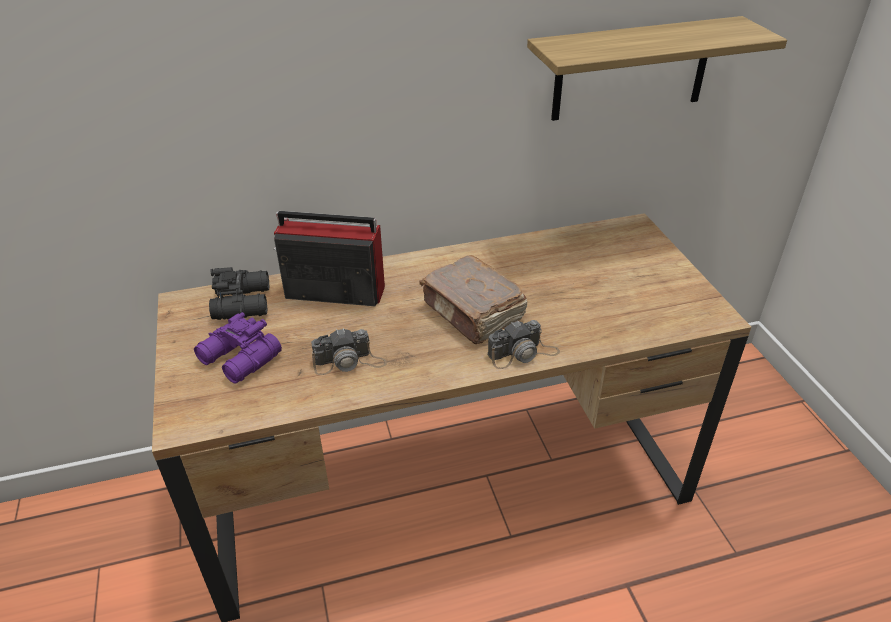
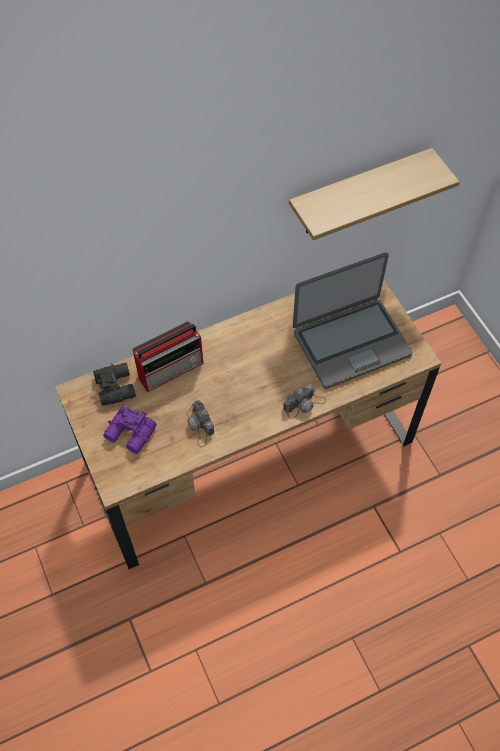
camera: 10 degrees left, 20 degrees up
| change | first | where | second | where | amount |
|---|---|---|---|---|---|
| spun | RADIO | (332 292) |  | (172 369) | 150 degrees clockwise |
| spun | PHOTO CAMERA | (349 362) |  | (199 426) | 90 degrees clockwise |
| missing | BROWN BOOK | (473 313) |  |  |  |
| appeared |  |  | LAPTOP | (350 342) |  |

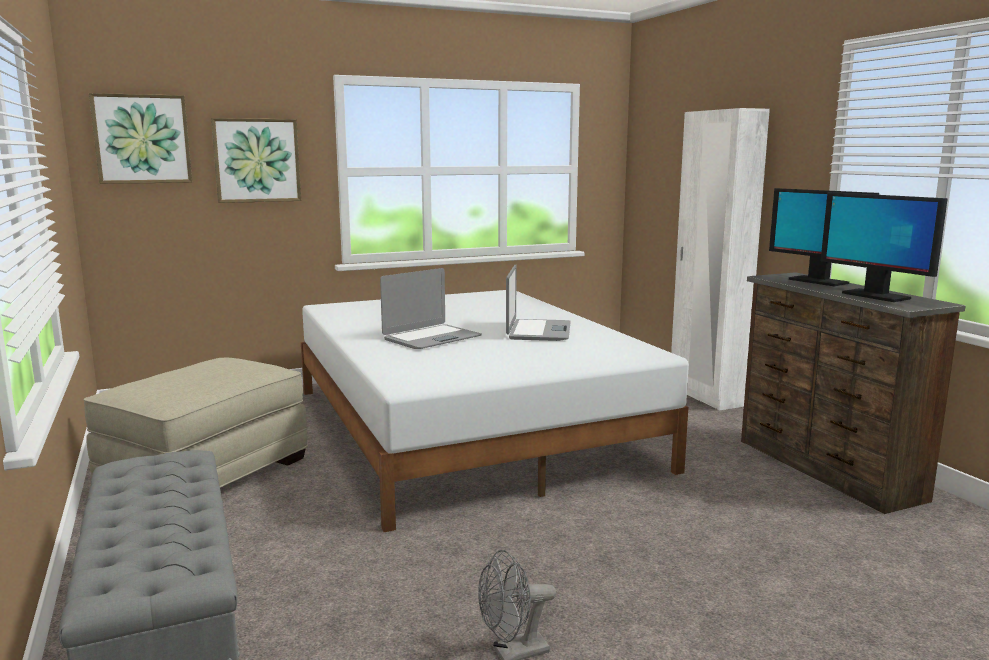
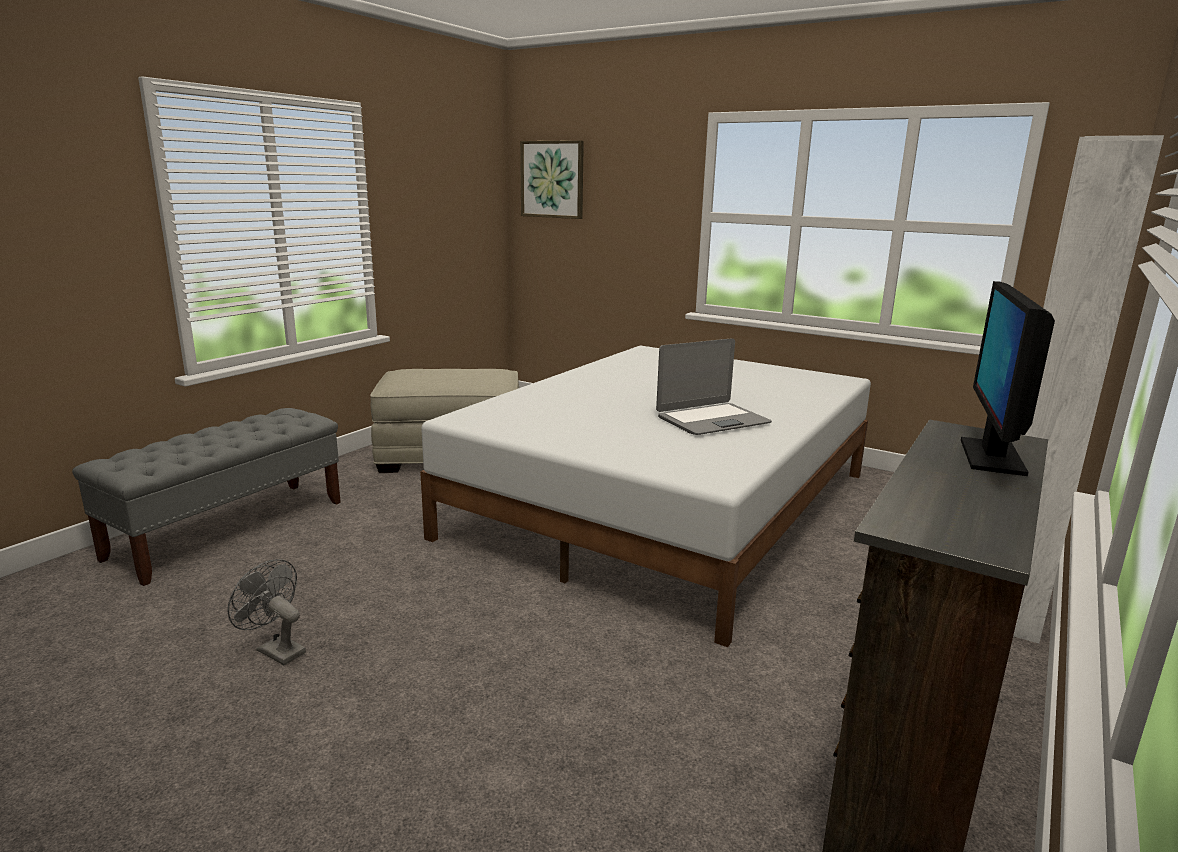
camera: 55 degrees right, 5 degrees up
| change | first | where | second | where | amount |
|---|---|---|---|---|---|
| missing | PICTURE | (257 160) |  |  |  |
| missing | LAPTOP | (431 338) |  |  |  |
| missing | MONITOR | (875 296) |  |  |  |

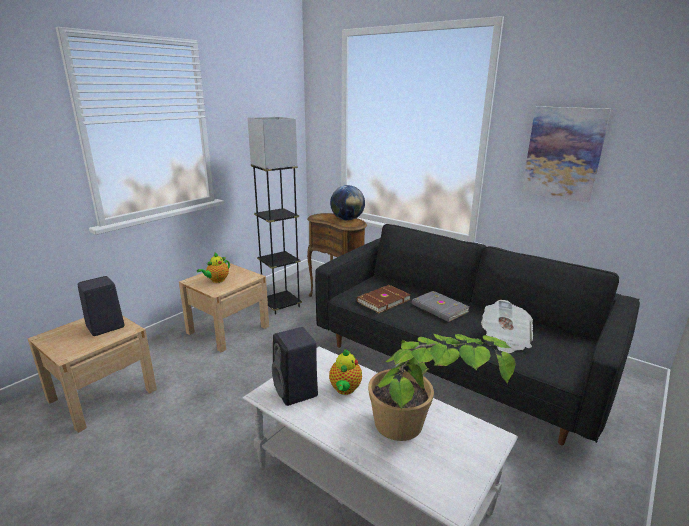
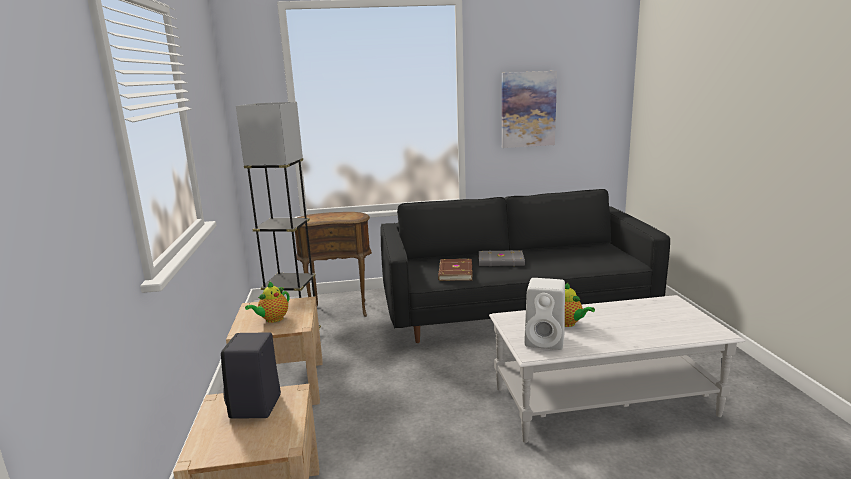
camera: 45 degrees left, 5 degrees down
| change | first | where | second | where | amount |
|---|---|---|---|---|---|
| spun | TEAPOT | (217 280) |  | (272 319) | 45 degrees clockwise |
| colour | BLACK SPEAKER | (296 392) | WHITE SPEAKER | (546 341) |  |
| missing | GLOBE | (347 219) |  |  |  |
| missing | POTTED PLANT | (422 434) |  |  |  |
| missing | NEWSPAPER | (505 339) |  |  |  |

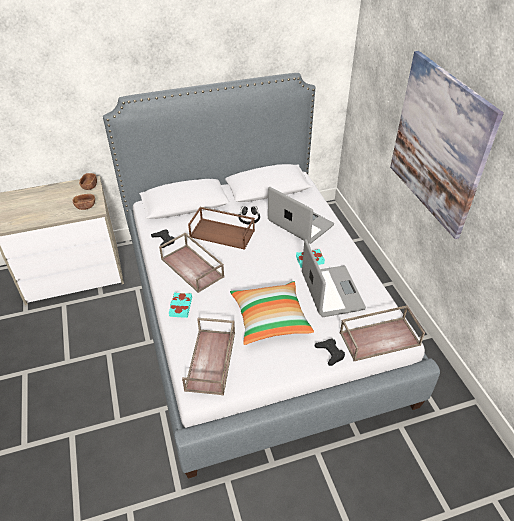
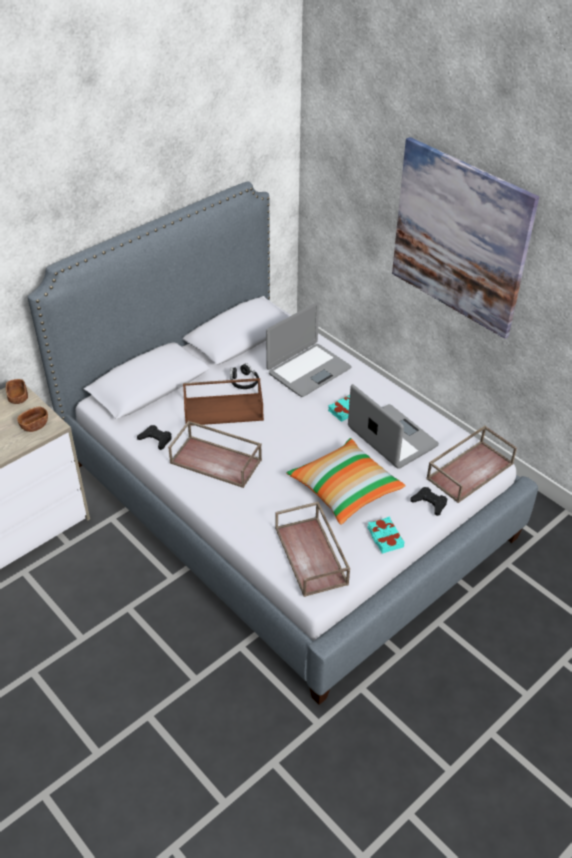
camera: 25 degrees left, 0 degrees up
| change | first | where | second | where | amount |
|---|---|---|---|---|---|
| relocated | TURQUOISE BOOK | (180 307) |  | (384 537) |  |
| spun | LAPTOP | (300 224) |  | (308 370) | 120 degrees clockwise |

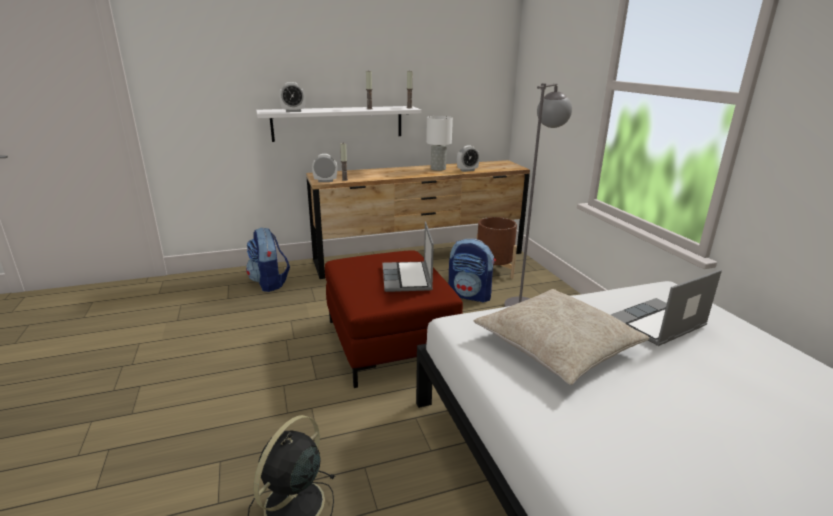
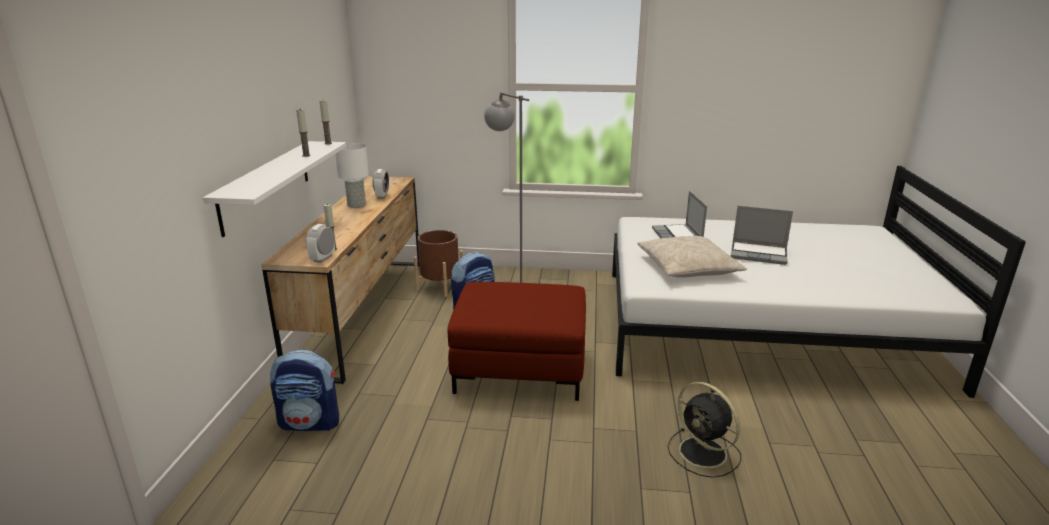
camera: 65 degrees left, 0 degrees up
| change | first | where | second | where | amount |
|---|---|---|---|---|---|
| missing | ALARM CLOCK | (293 111) |  |  |  |
| relocated | LAPTOP | (407 278) |  | (759 254) |  |

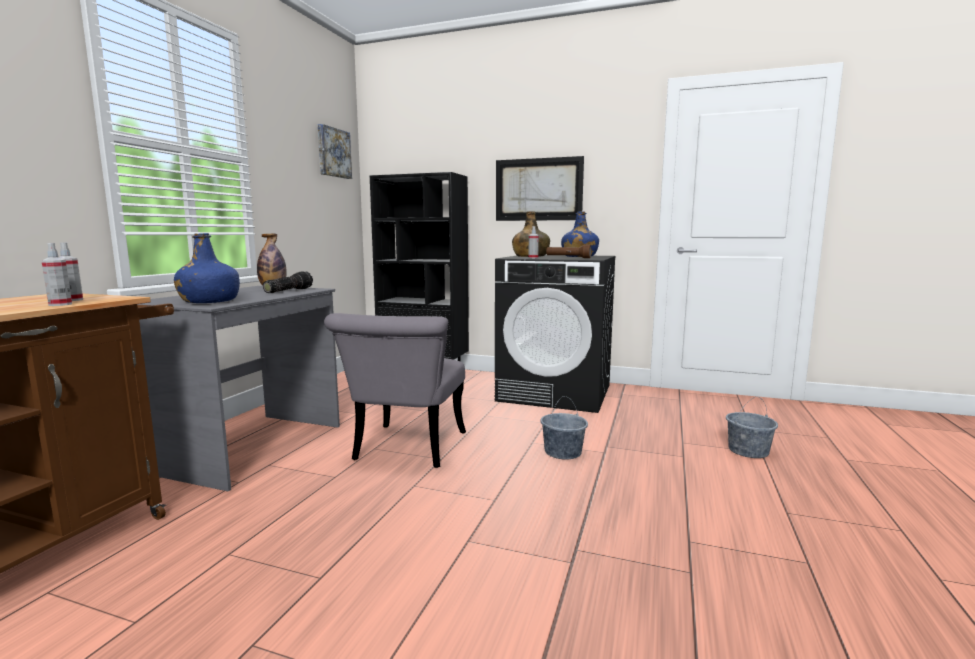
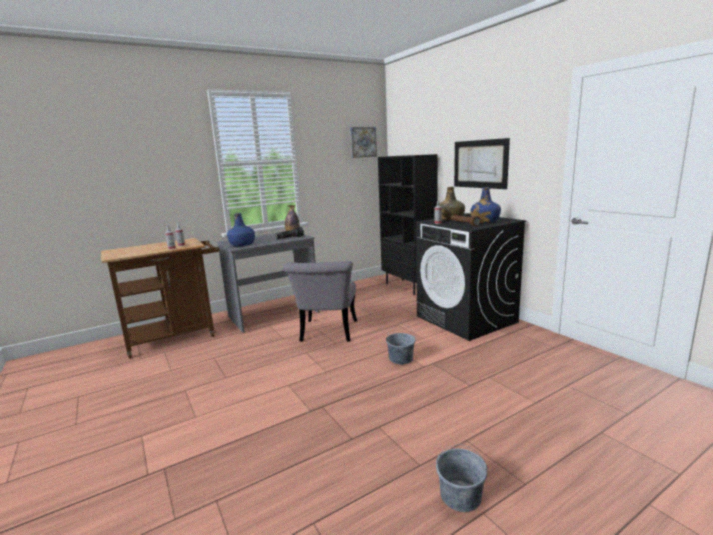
camera: 40 degrees right, 5 degrees up
| change | first | where | second | where | amount |
|---|---|---|---|---|---|
| spun | GREY CHAIR | (406 451) |  | (327 334) | 45 degrees counterclockwise |
| relocated | GREY BUCKET | (748 451) |  | (461 496) |  |

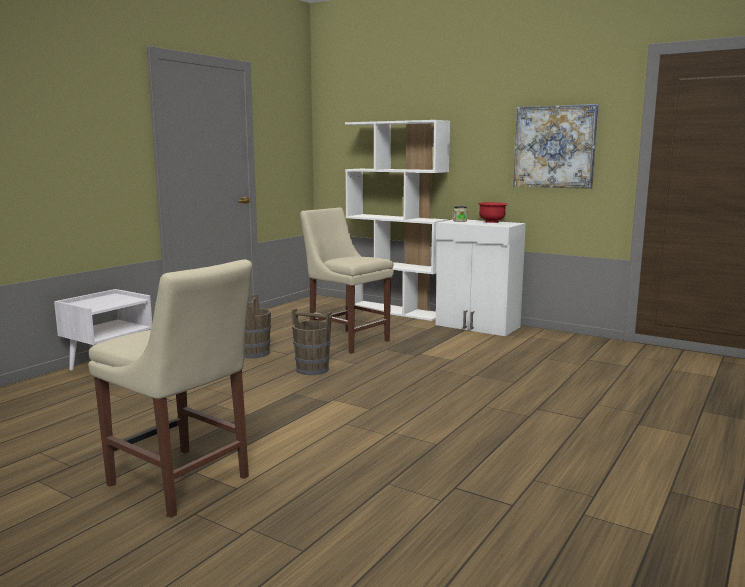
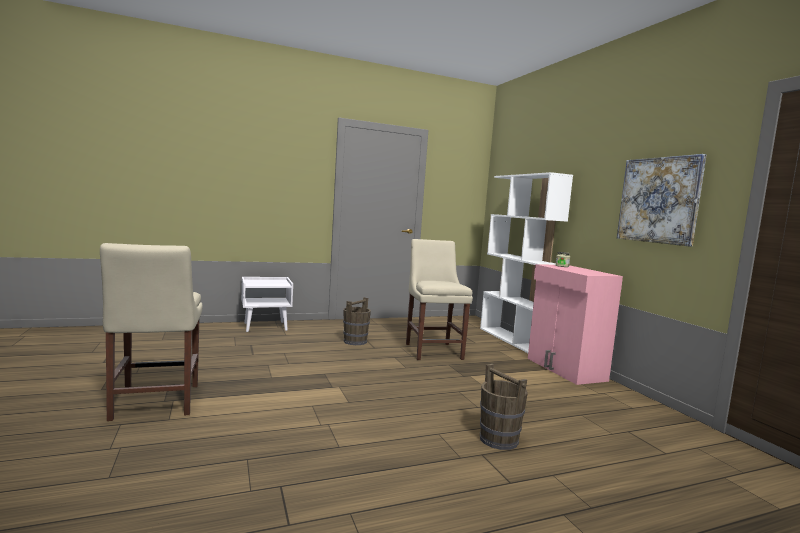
camera: 35 degrees right, 5 degrees down
| change | first | where | second | where | amount |
|---|---|---|---|---|---|
| relocated | BROWN BUCKET | (312 369) |  | (499 440) |  |
| colour | WHITE CABINET | (477 326) | PINK CABINET | (565 369) |  |
| missing | RED BOWL | (492 222) |  |  |  |

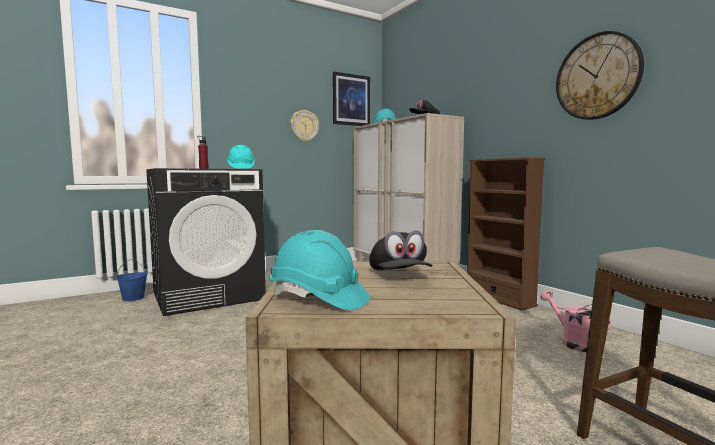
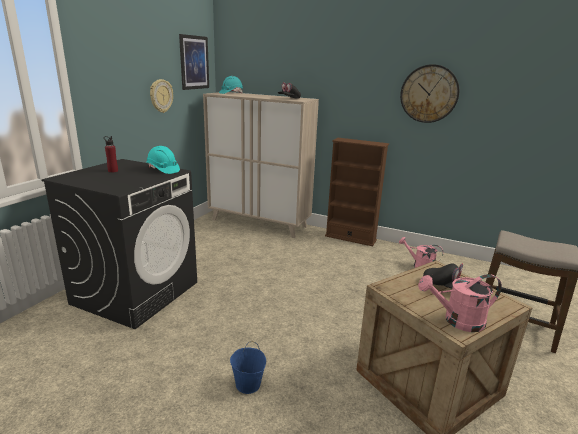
camera: 35 degrees left, 15 degrees up
| change | first | where | second | where | amount |
|---|---|---|---|---|---|
| relocated | BLUE BUCKET | (133 298) |  | (248 384) |  |
| exchanged | TURQUOISE HARD HAT | (318 299) | PINK WATERING CAN | (457 321) |  |

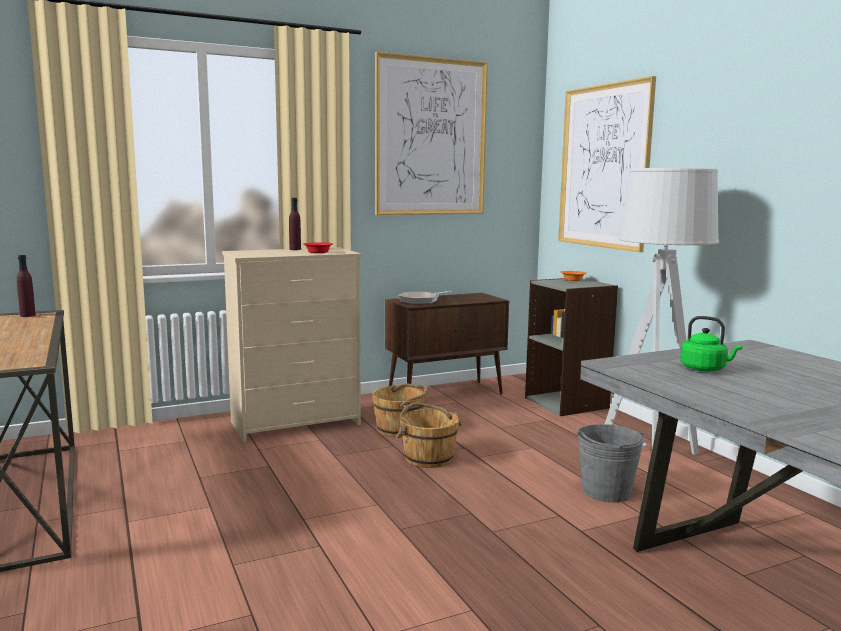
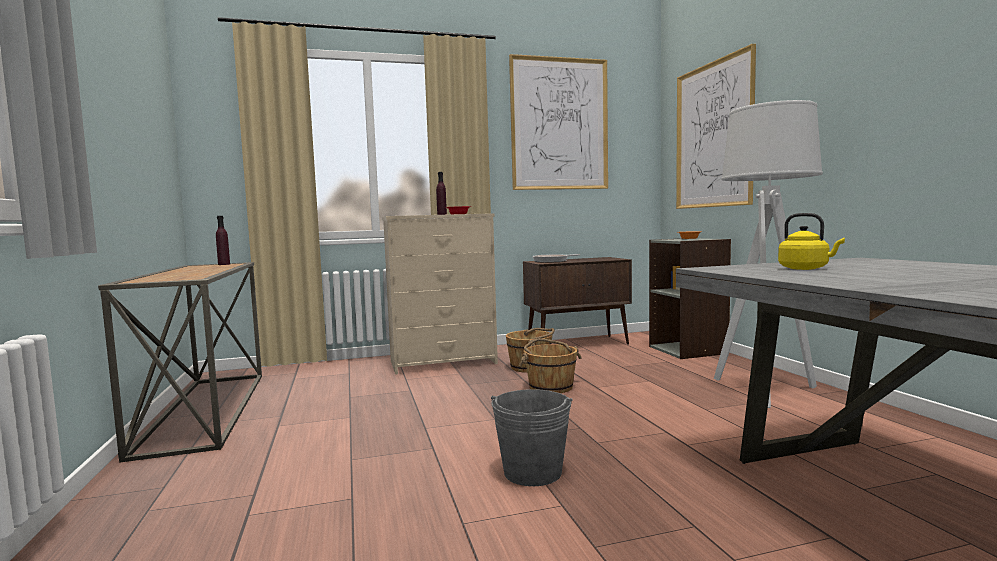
camera: 10 degrees right, 5 degrees down
| change | first | where | second | where | amount |
|---|---|---|---|---|---|
| relocated | GREY BUCKET | (606 491) |  | (532 472) |  |
| colour | GREEN KETTLE | (705 369) | YELLOW KETTLE | (806 268) |  |

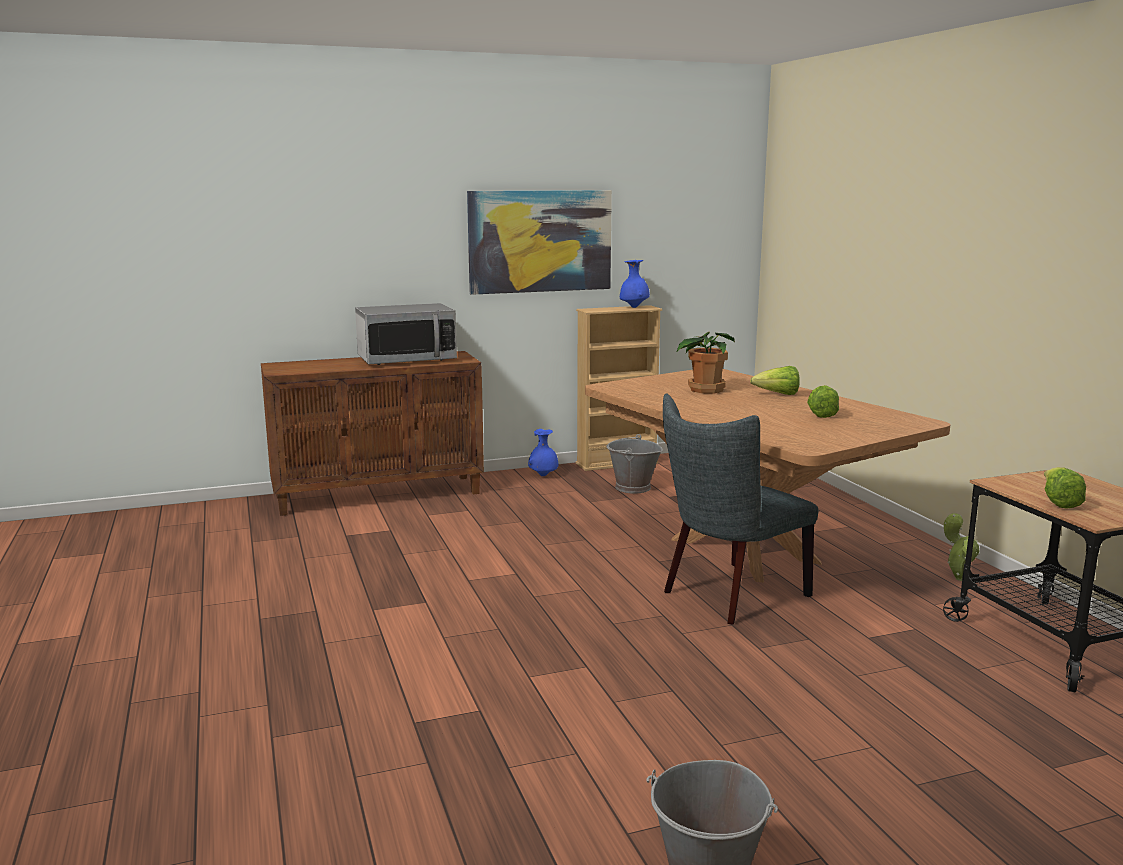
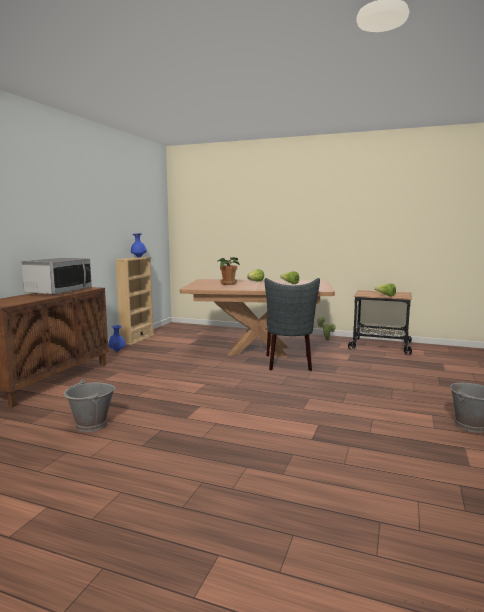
camera: 50 degrees left, 5 degrees down
| change | first | where | second | where | amount |
|---|---|---|---|---|---|
| missing | PICTURE | (540 241) |  |  |  |
| relocated | GREY BUCKET | (632 488) |  | (91 425) |  |

